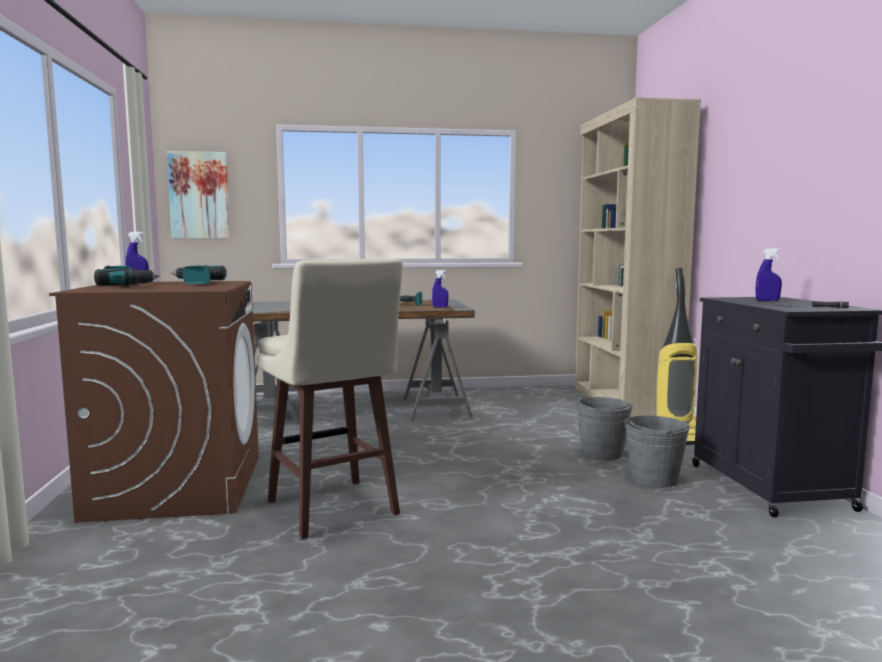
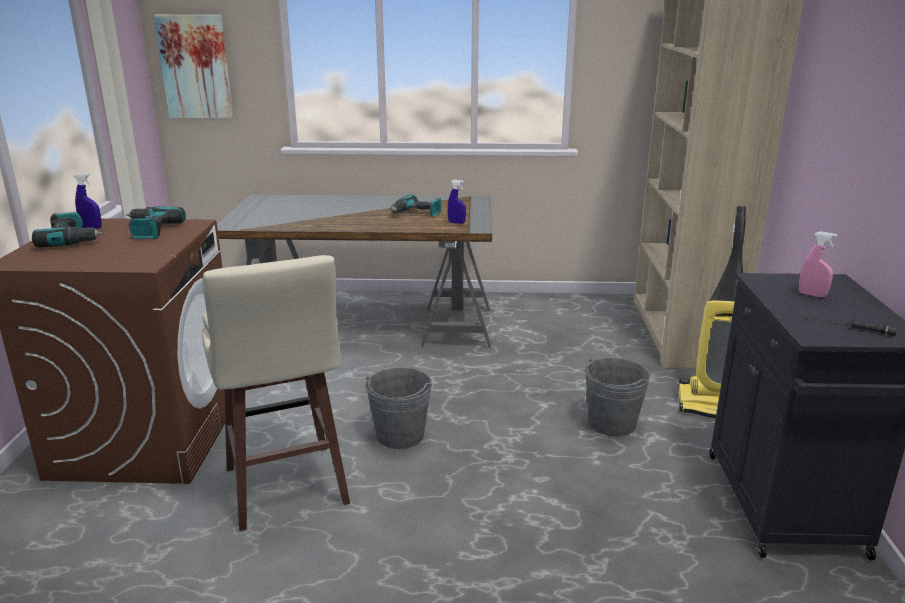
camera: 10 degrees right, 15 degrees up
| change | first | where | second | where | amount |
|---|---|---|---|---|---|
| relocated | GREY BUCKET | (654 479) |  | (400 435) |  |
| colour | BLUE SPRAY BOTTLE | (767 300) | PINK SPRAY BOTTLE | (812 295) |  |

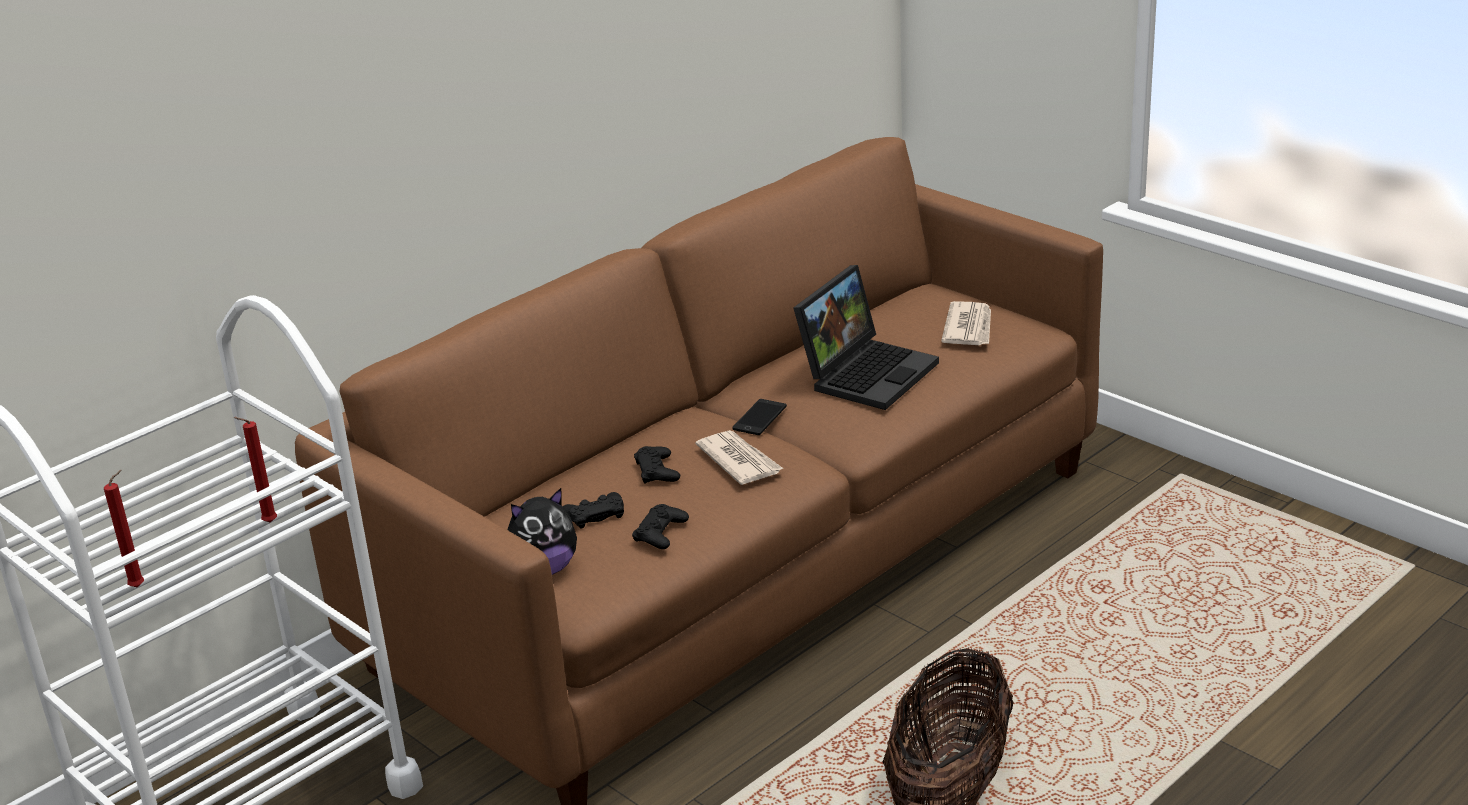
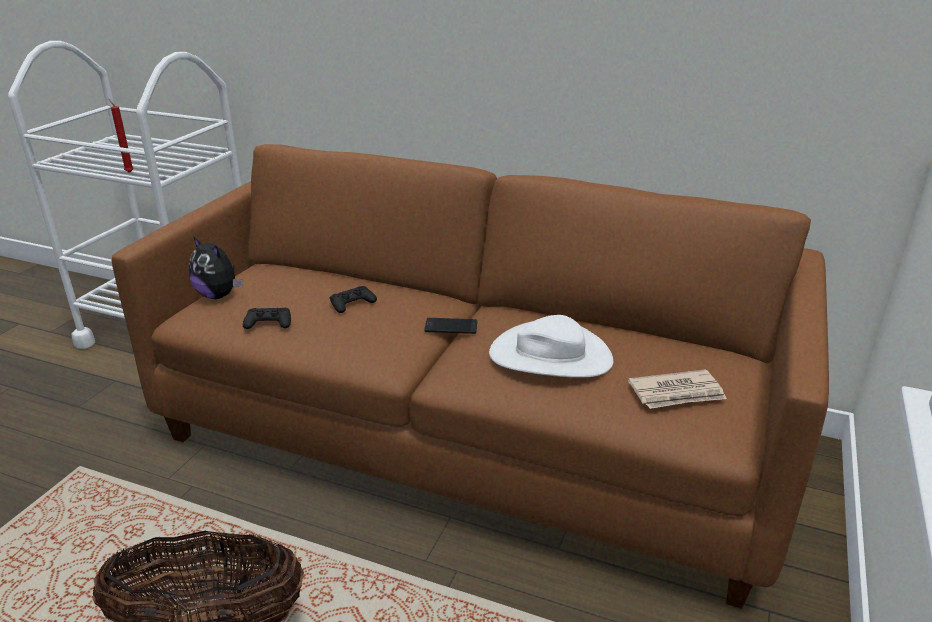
camera: 65 degrees right, 0 degrees up
| change | first | where | second | where | amount |
|---|---|---|---|---|---|
| missing | RED CANDLE | (140 586) |  |  |  |
| missing | BLACK GAME CONTROLLER | (595 514) |  |  |  |
| missing | NEWSPAPER | (739 461) |  |  |  |
| exchanged | LAPTOP | (867 372) | WHITE HAT | (550 356) |  |

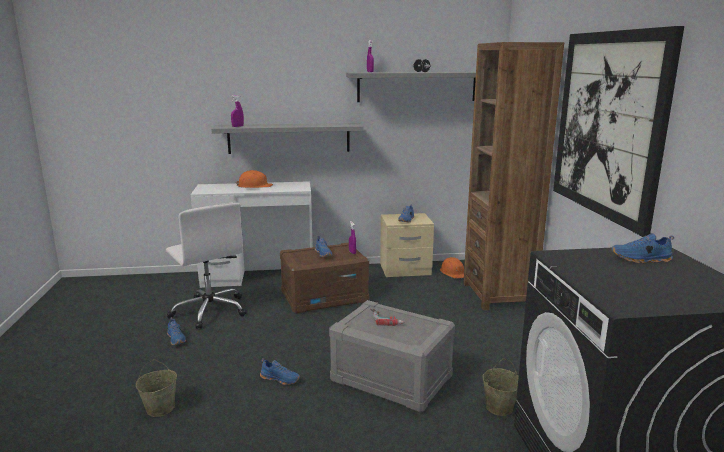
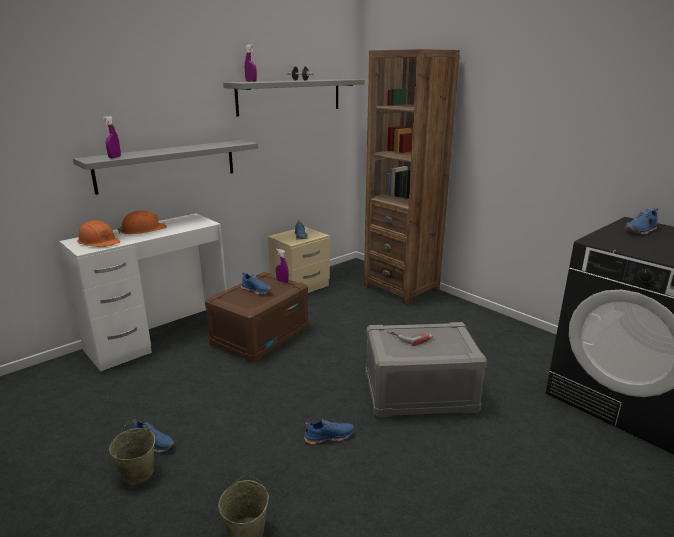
camera: 35 degrees left, 5 degrees up
| change | first | where | second | where | amount |
|---|---|---|---|---|---|
| missing | WHITE OFFICE CHAIR | (209 311) |  |  |  |
| relocated | ORANGE HARD HAT | (453 272) |  | (99 241) |  |
| relocated | BEIGE BUCKET | (498 407) |  | (137 472) |  |
| missing | PICTURE | (608 124) |  |  |  |

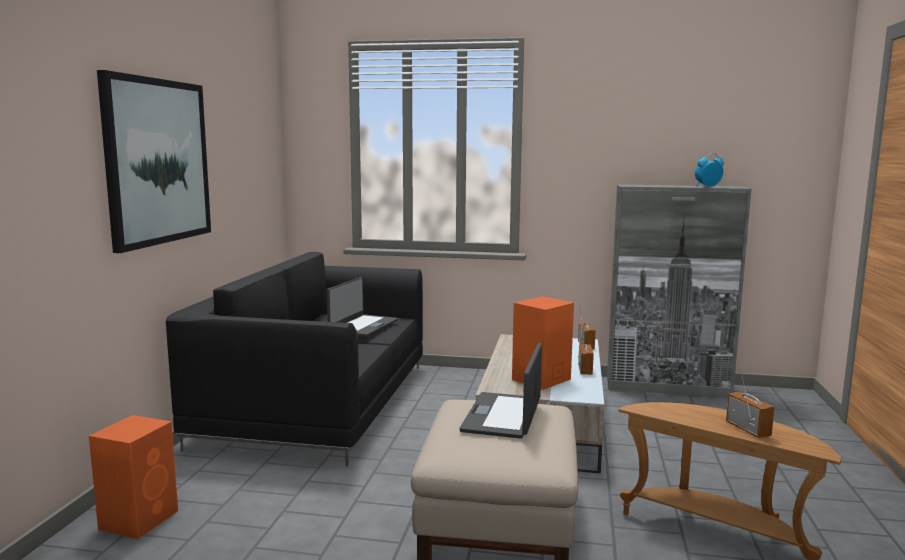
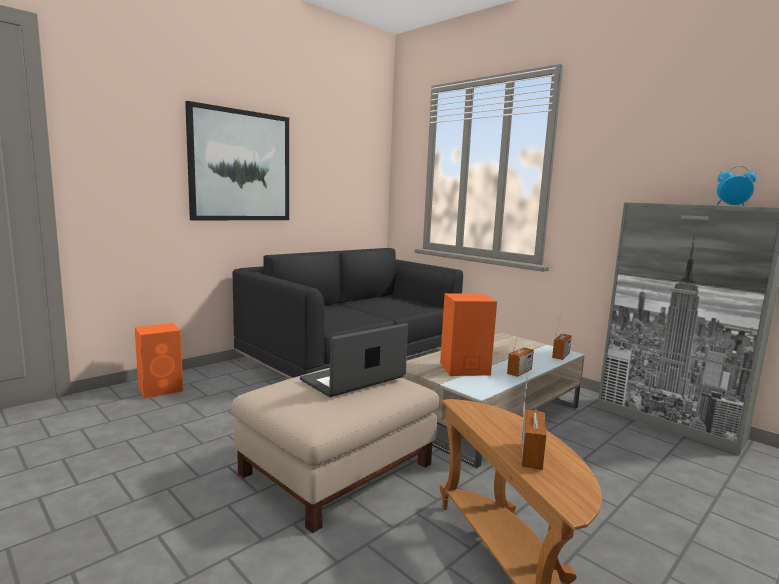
camera: 35 degrees right, 0 degrees up
| change | first | where | second | where | amount |
|---|---|---|---|---|---|
| missing | LAPTOP | (363 326) |  |  |  |

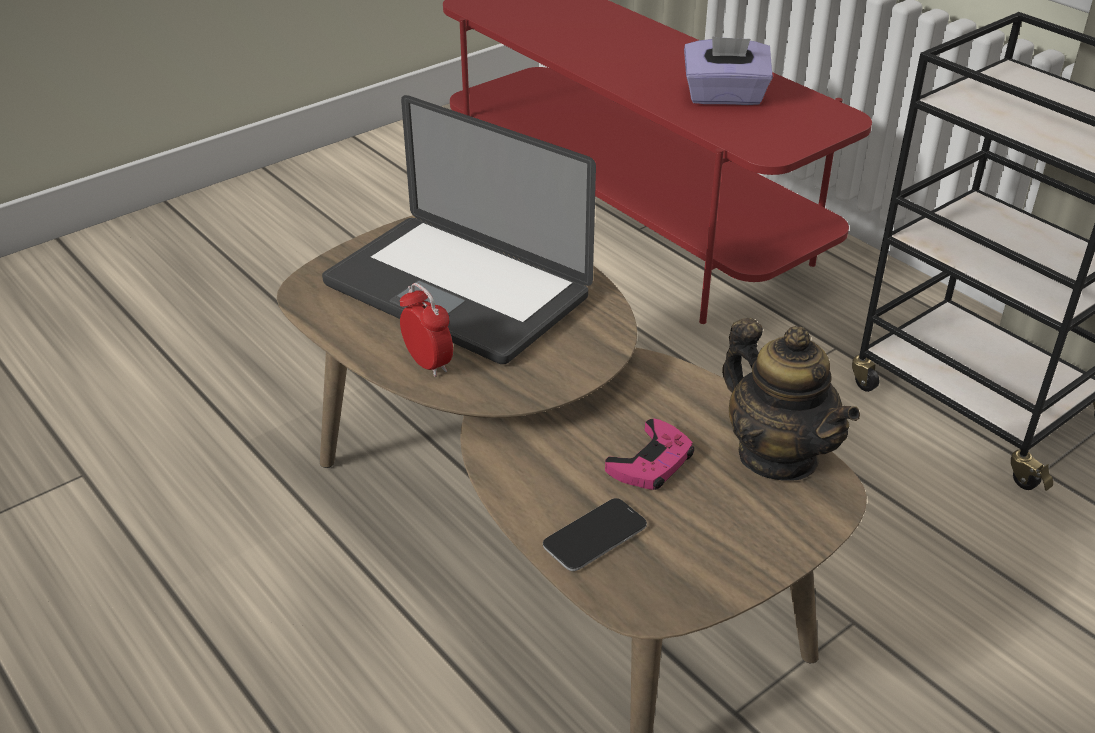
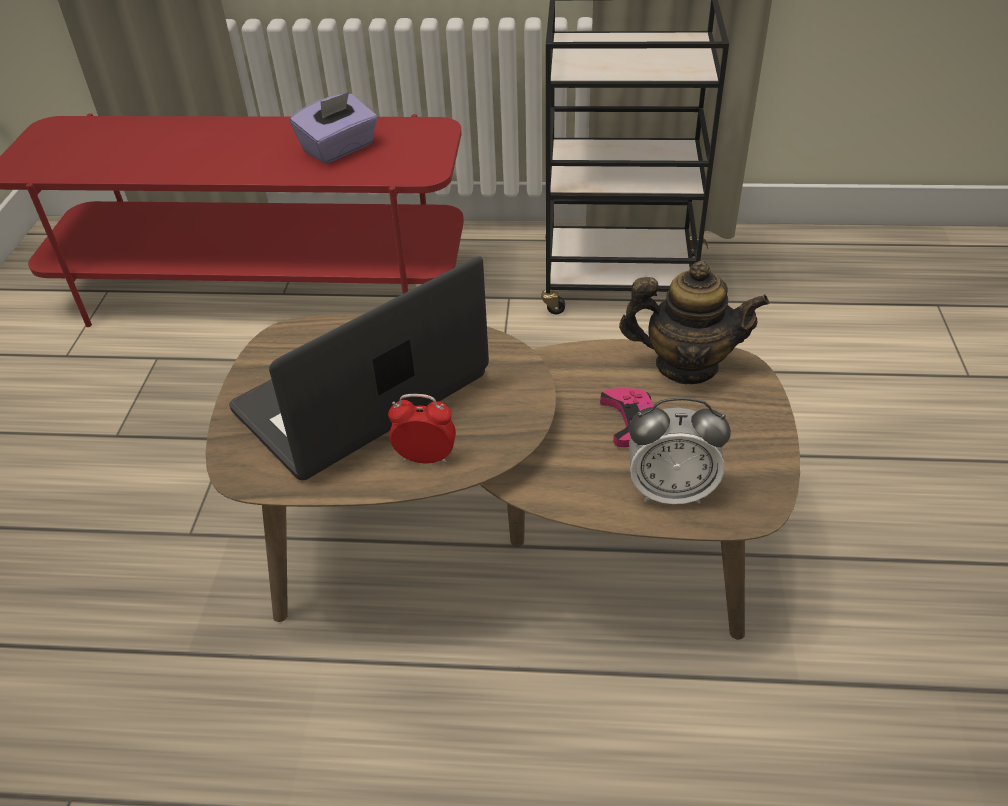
camera: 45 degrees left, 5 degrees up
| change | first | where | second | where | amount |
|---|---|---|---|---|---|
| spun | LAPTOP | (456 291) |  | (362 394) | 150 degrees clockwise |
| exchanged | PHONE | (595 536) | ALARM CLOCK | (670 491) |  |

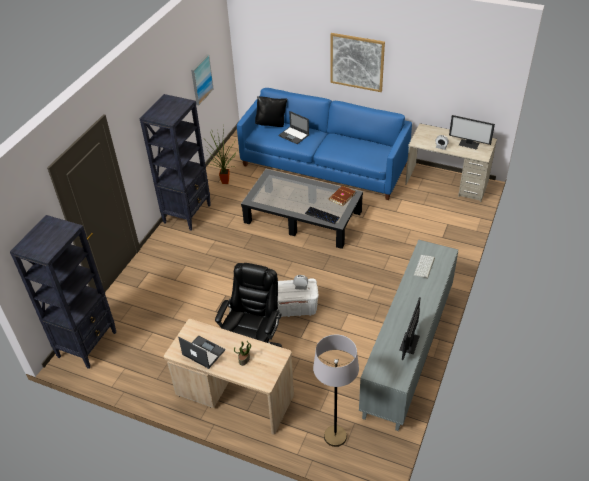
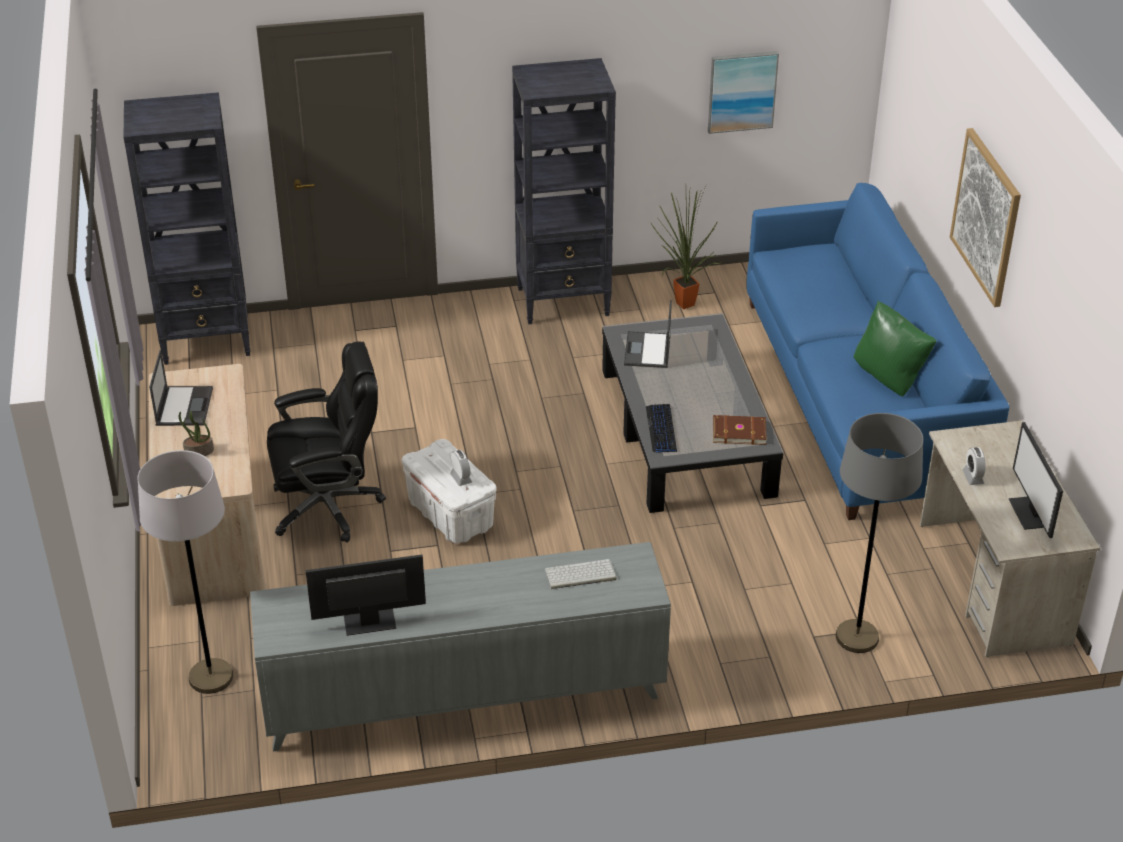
camera: 55 degrees right, 5 degrees down
| change | first | where | second | where | amount |
|---|---|---|---|---|---|
| missing | BLACK PILLOW | (271 124) |  |  |  |
| relocated | LAPTOP | (294 135) |  | (647 351) |  |
| appeared |  |  | GREY FLOOR LAMP | (857 637) |  |
| appeared |  |  | GREEN PILLOW | (889 379) |  |

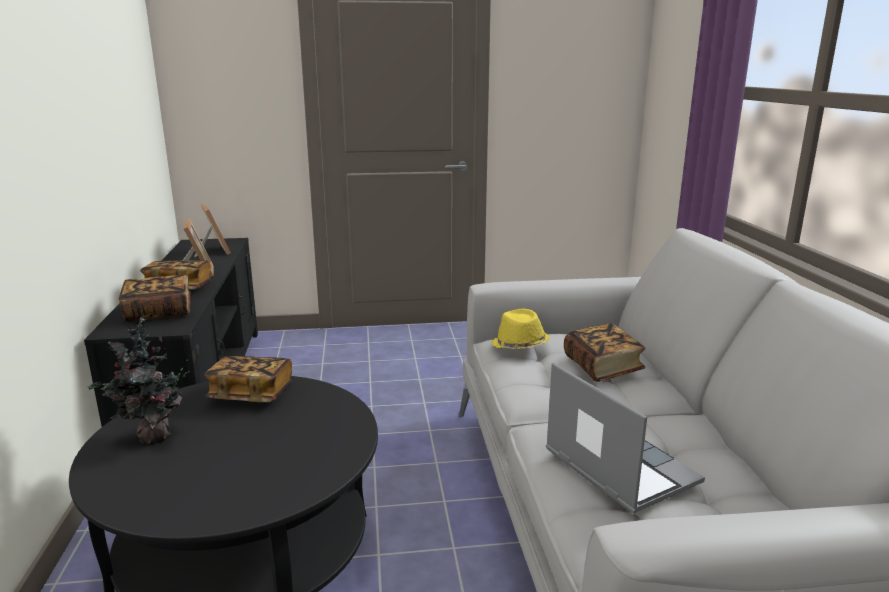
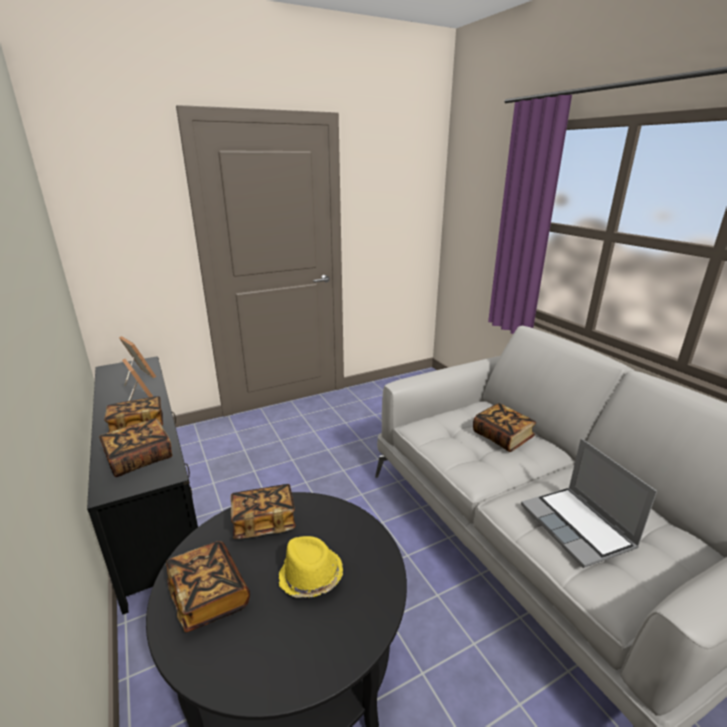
camera: 20 degrees left, 5 degrees up
| change | first | where | second | where | amount |
|---|---|---|---|---|---|
| exchanged | POTTED PLANT | (152 438) | BOOK | (209 596) |  |
| relocated | YELLOW HAT | (519 346) |  | (310 577) |  |
| spun | LAPTOP | (617 467) |  | (578 527) | 150 degrees counterclockwise |

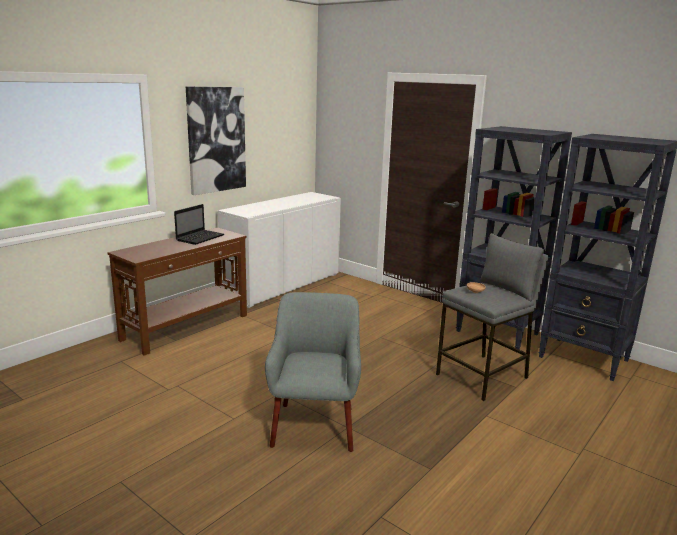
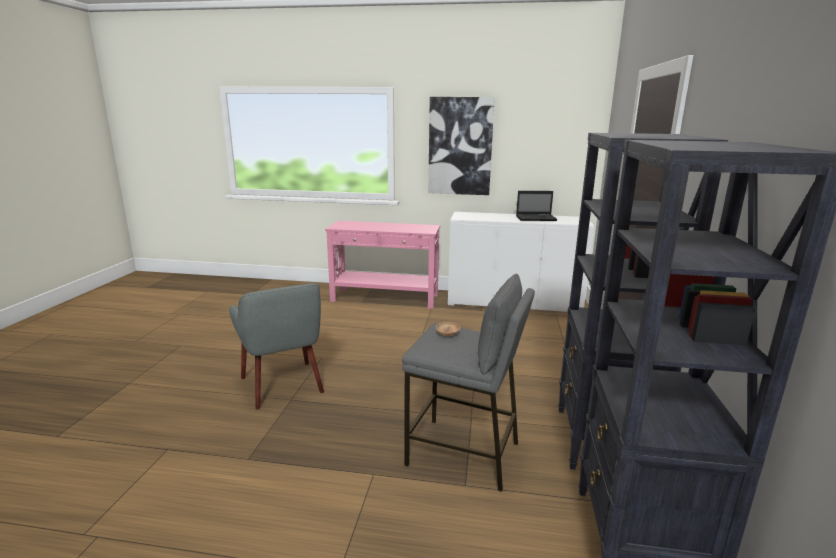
camera: 60 degrees right, 0 degrees up
| change | first | where | second | where | amount |
|---|---|---|---|---|---|
| colour | BROWN CONSOLE TABLE | (187 327) | PINK CONSOLE TABLE | (385 298) |  |
| relocated | LAPTOP | (200 237) |  | (537 218) |  |
| spun | GREY ARMCHAIR | (314 425) |  | (283 385) | 90 degrees clockwise |

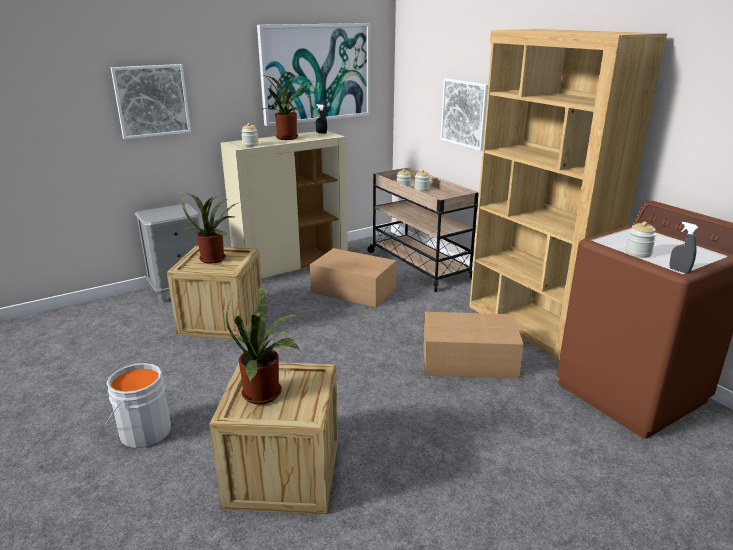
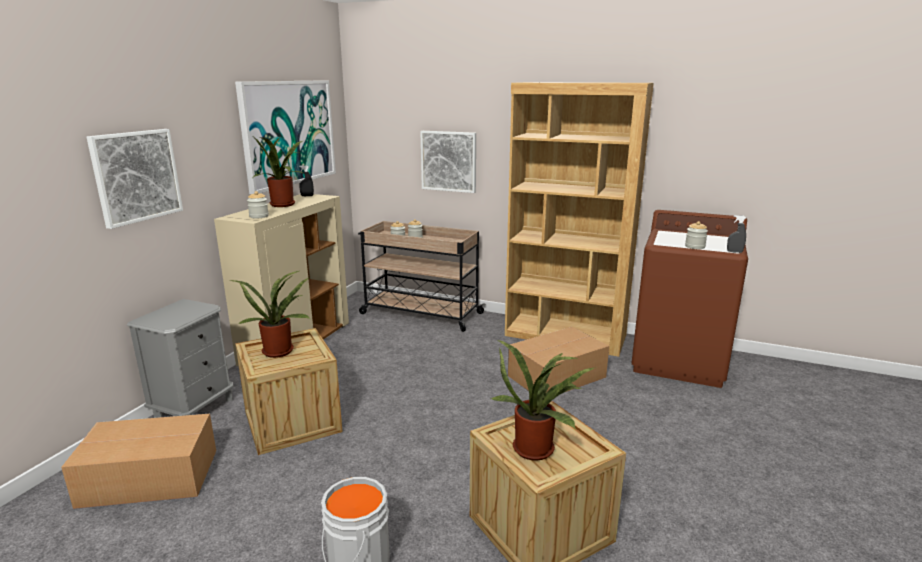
camera: 35 degrees left, 5 degrees down
| change | first | where | second | where | amount |
|---|---|---|---|---|---|
| relocated | CARDBOARD BOX | (354 290) |  | (151 478) |  |

